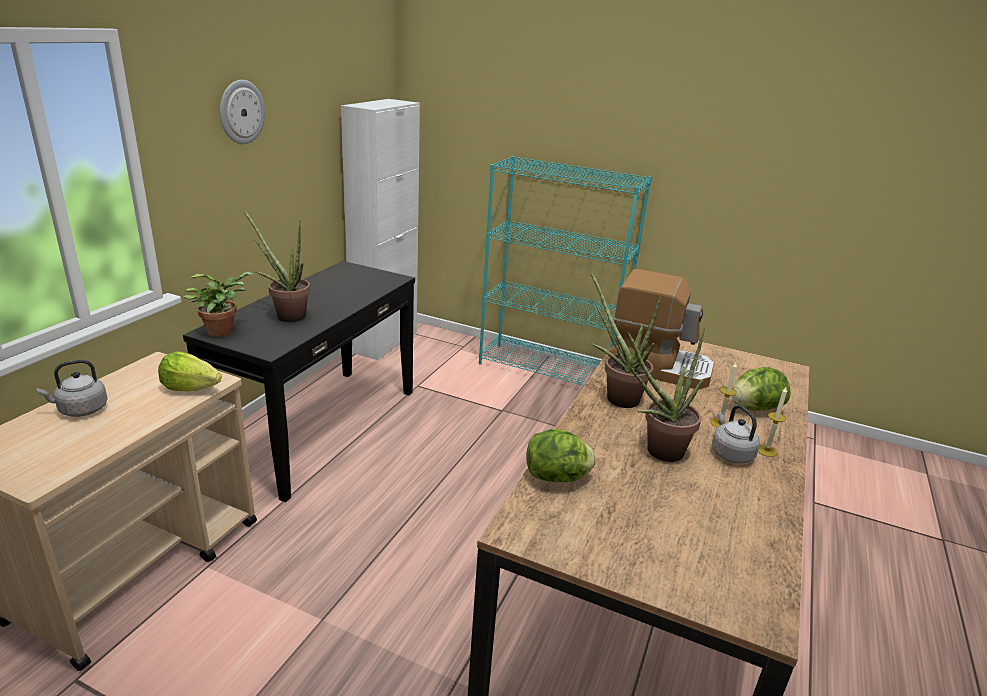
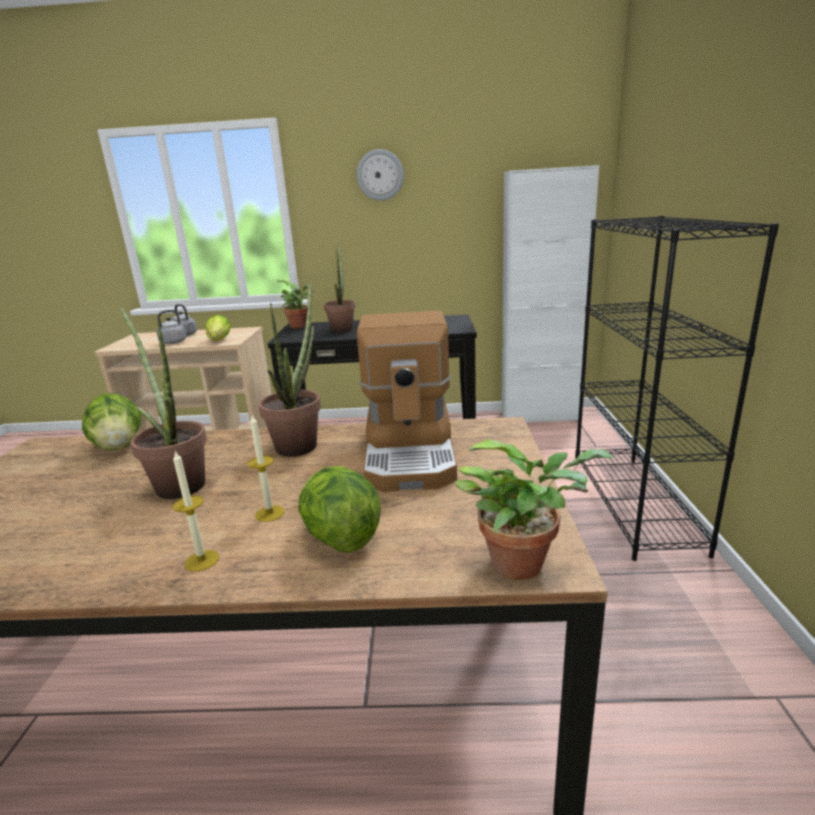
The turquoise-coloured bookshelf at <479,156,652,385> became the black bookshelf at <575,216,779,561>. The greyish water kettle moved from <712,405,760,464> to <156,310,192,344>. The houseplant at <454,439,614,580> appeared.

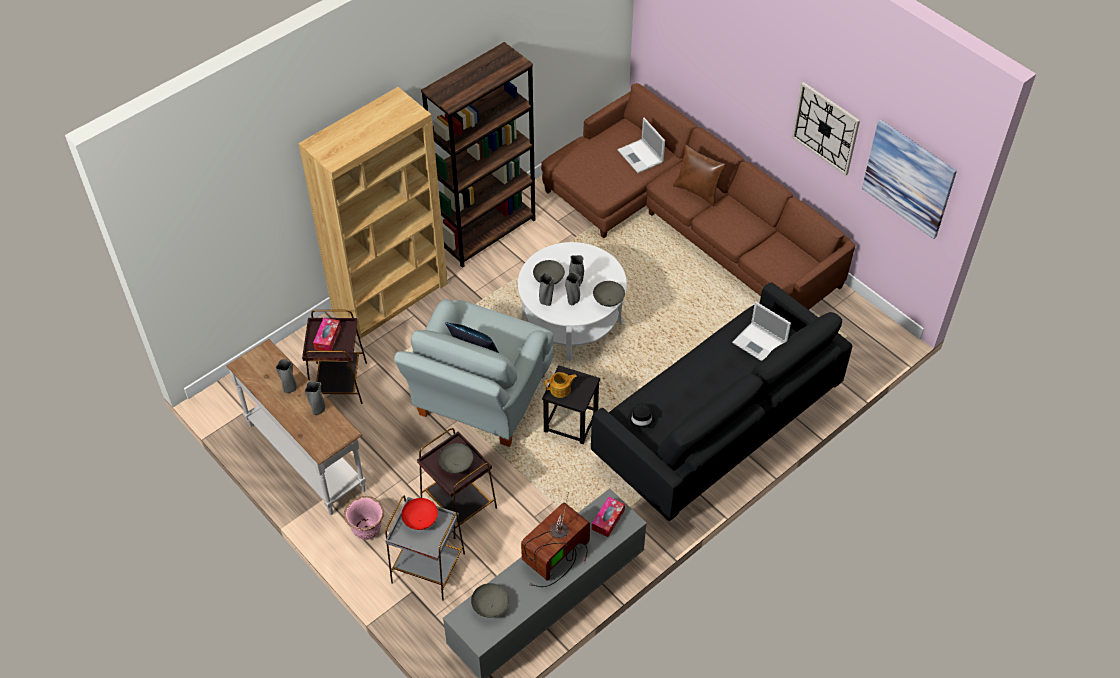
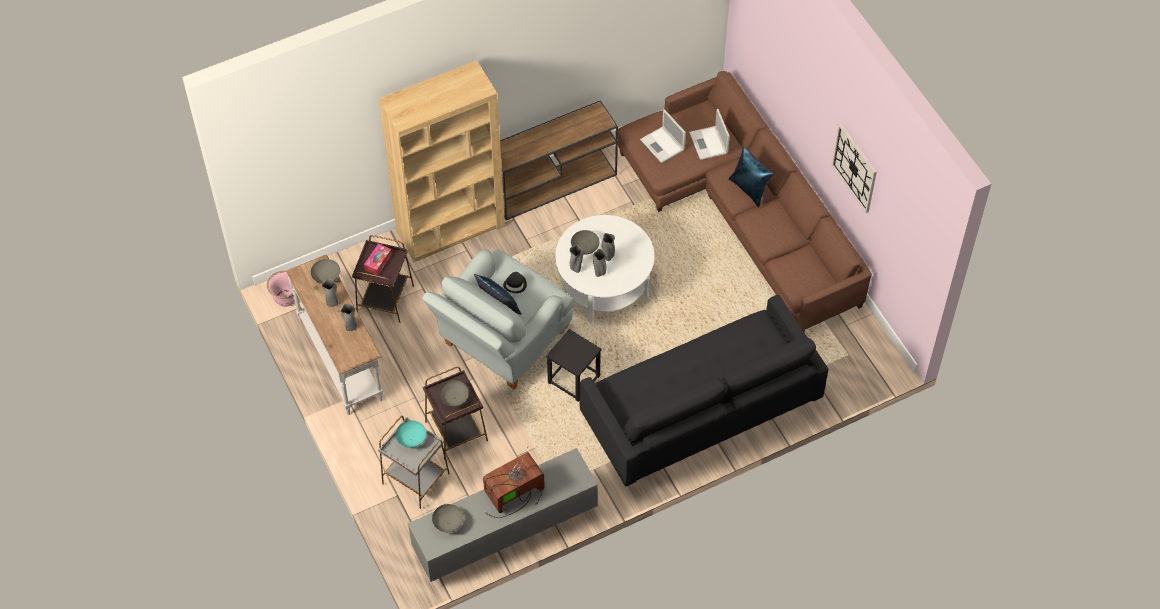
The brown bookshelf at <421,42,535,268> was replaced by the brown hall table at <500,100,618,220>. The wall art at <862,120,957,239> disappeared. The brown throw pillow at <673,145,726,207> became the bluish throw pillow at <729,146,773,208>. The greyish bowl moved from <593,281,625,307> to <311,259,340,284>. The notebook computer moved from <732,302,791,361> to <640,109,686,163>. The pot for tea at <545,372,577,398> disappeared. The black clothing hat moved from <628,403,655,428> to <503,272,527,293>. The pinkish flower pot moved from <344,496,384,540> to <267,271,295,307>. The tissue holder at <592,497,625,537> disappeared. The reddish bowl at <401,498,438,530> became the turquoise-coloured bowl at <396,420,426,448>.

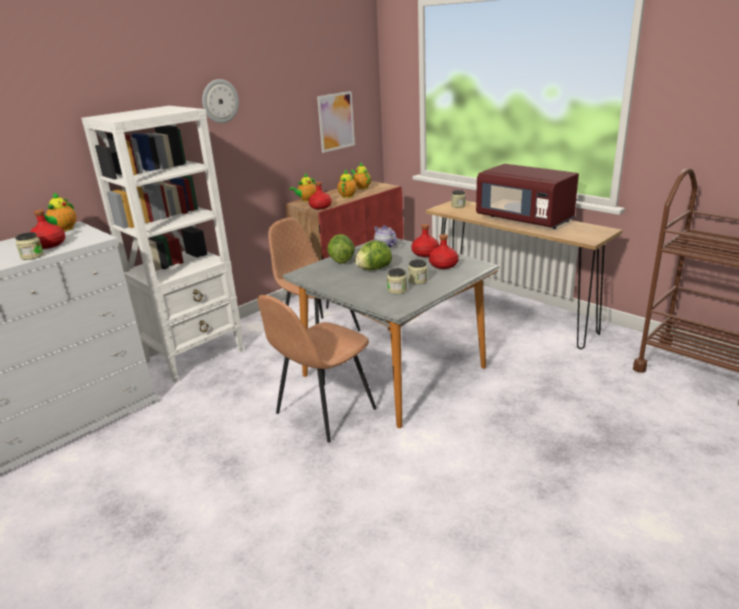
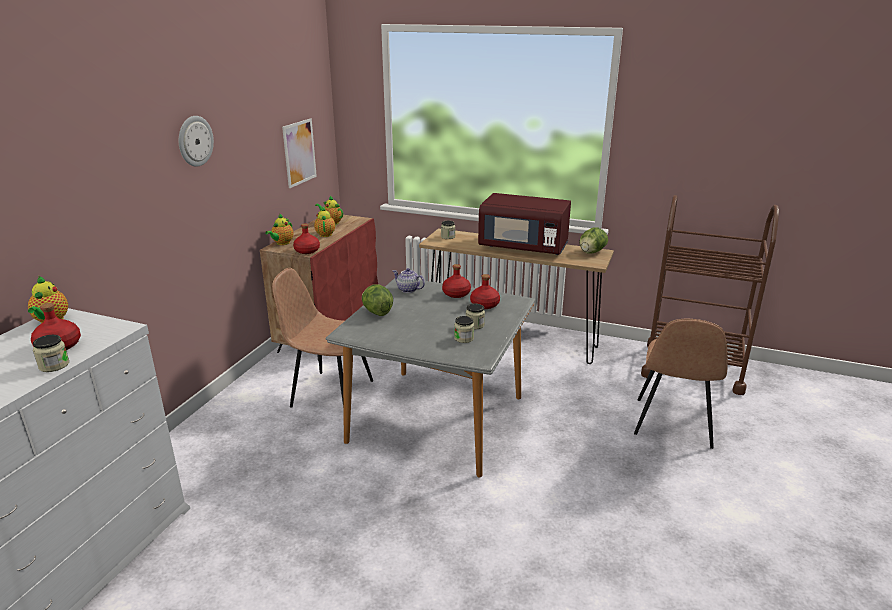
The white bookshelf at <81,106,244,383> disappeared. The lettuce head moved from <355,240,392,270> to <579,227,608,254>. The brown upright chair moved from <257,295,376,443> to <634,319,728,449>.

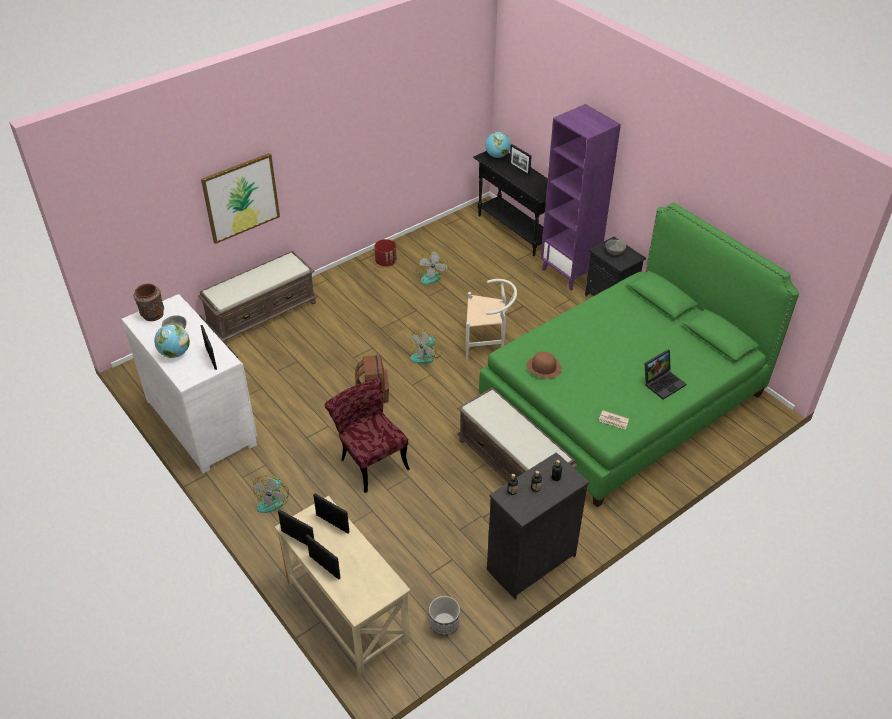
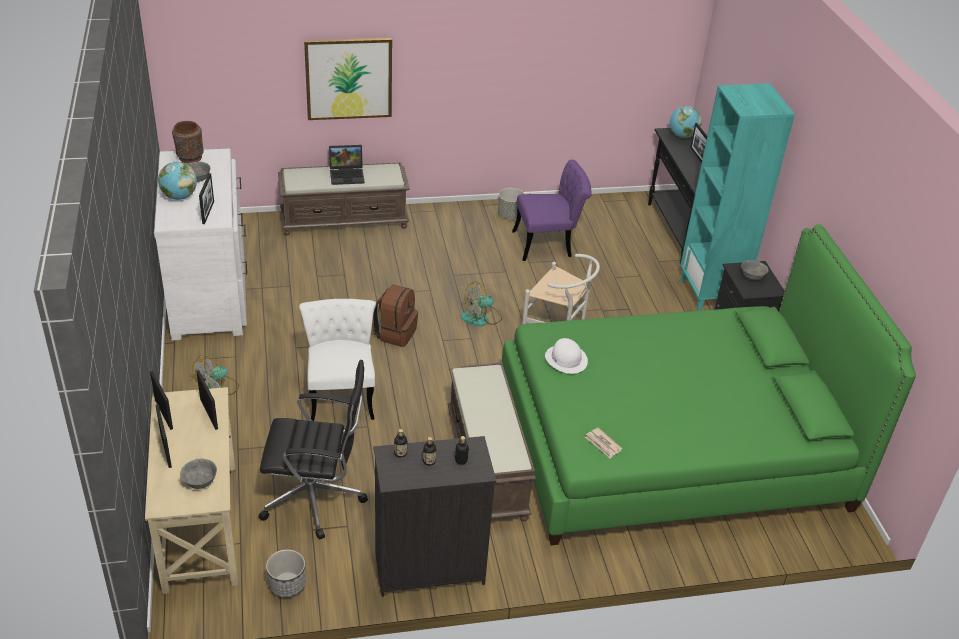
The purplish bookshelf at <541,104,621,291> became the turquoise-coloured bookshelf at <680,83,795,311>. The reddish flower pot at <374,239,397,266> became the greyish flower pot at <498,188,524,219>. The fan at <416,250,448,284> was replaced by the purplish upright chair at <512,160,592,261>. The notebook computer moved from <644,350,686,400> to <329,145,365,185>. The brown clothing hat at <526,352,562,379> became the white clothing hat at <545,338,588,374>. The reddish upright chair at <325,379,410,493> became the white upright chair at <299,299,376,421>. The black desk chair at <259,360,368,539> appeared. The greyish bowl at <180,458,217,489> appeared.

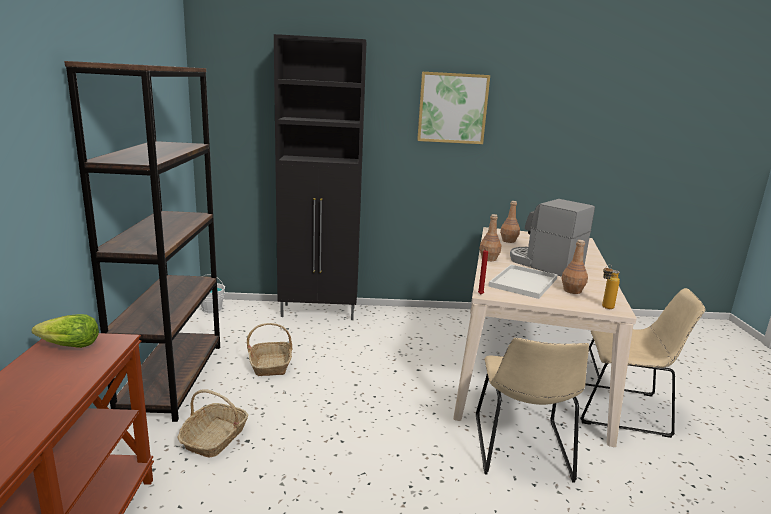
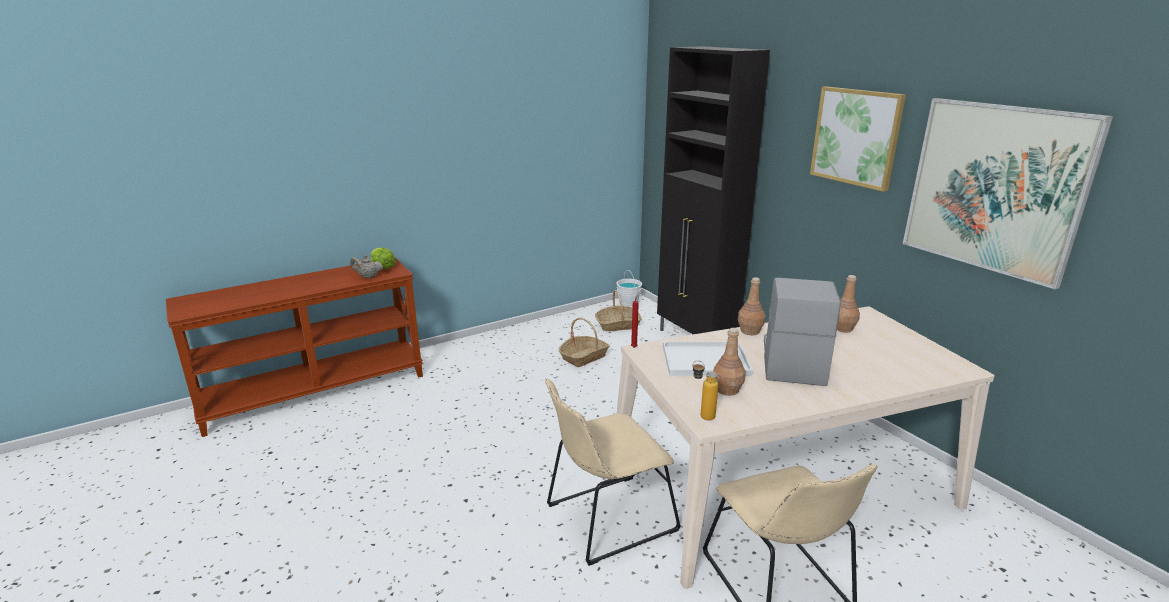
The brown bookshelf at <64,61,220,422> disappeared. The basket moved from <178,389,248,457> to <595,290,642,331>. The wall art at <903,98,1113,289> appeared. The beige pot for tea at <350,255,383,278> appeared.

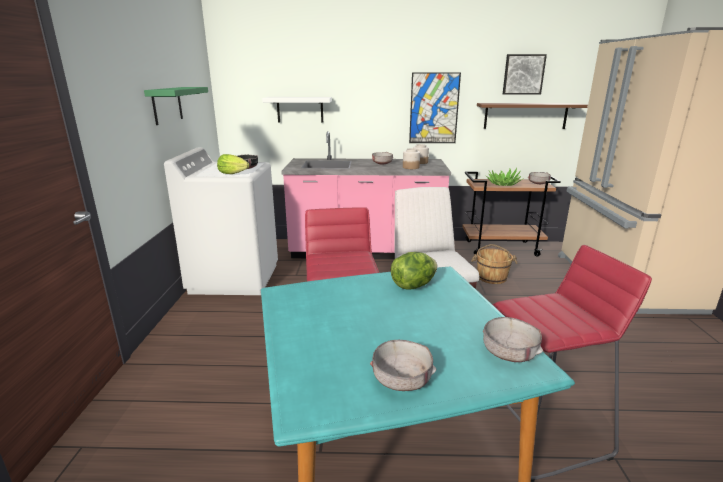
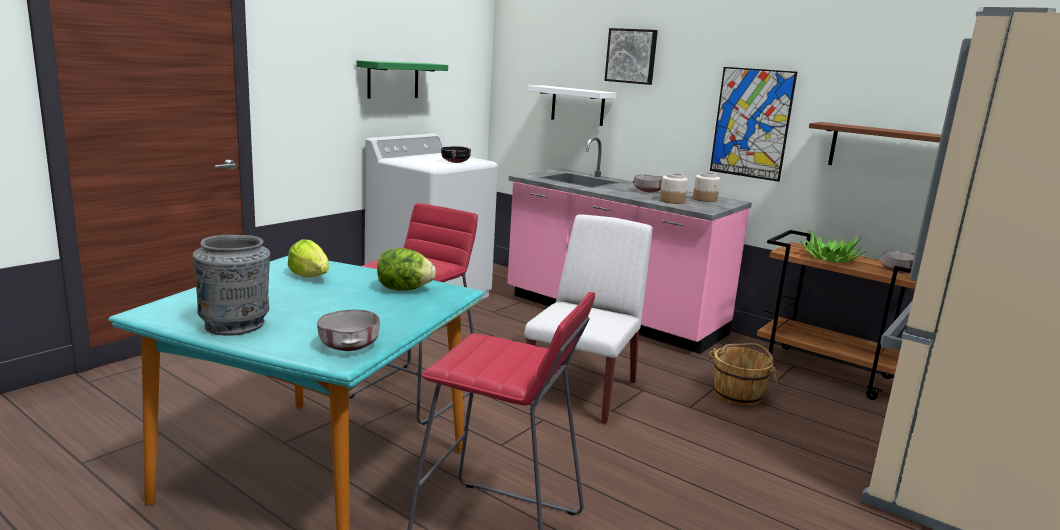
The wall art moved from <503,54,547,95> to <604,28,658,85>. The lettuce head moved from <217,154,249,174> to <288,239,329,277>. The greyish bowl at <370,340,436,391> was replaced by the greyish flower vase at <193,235,271,335>.

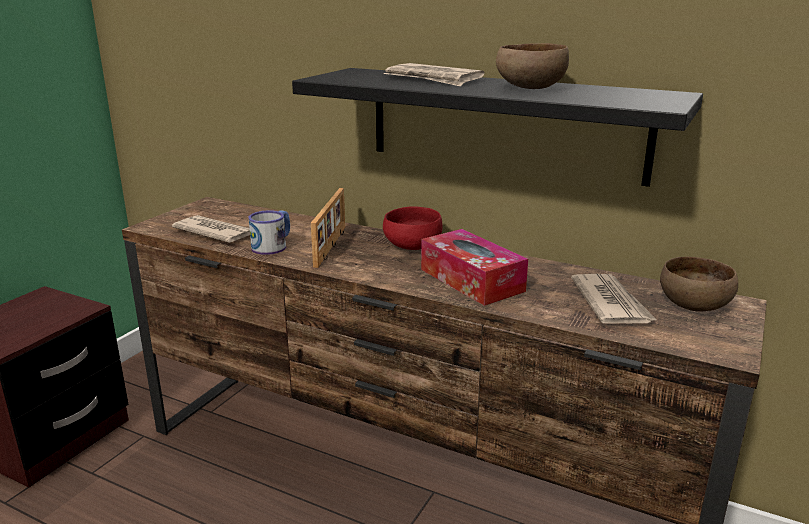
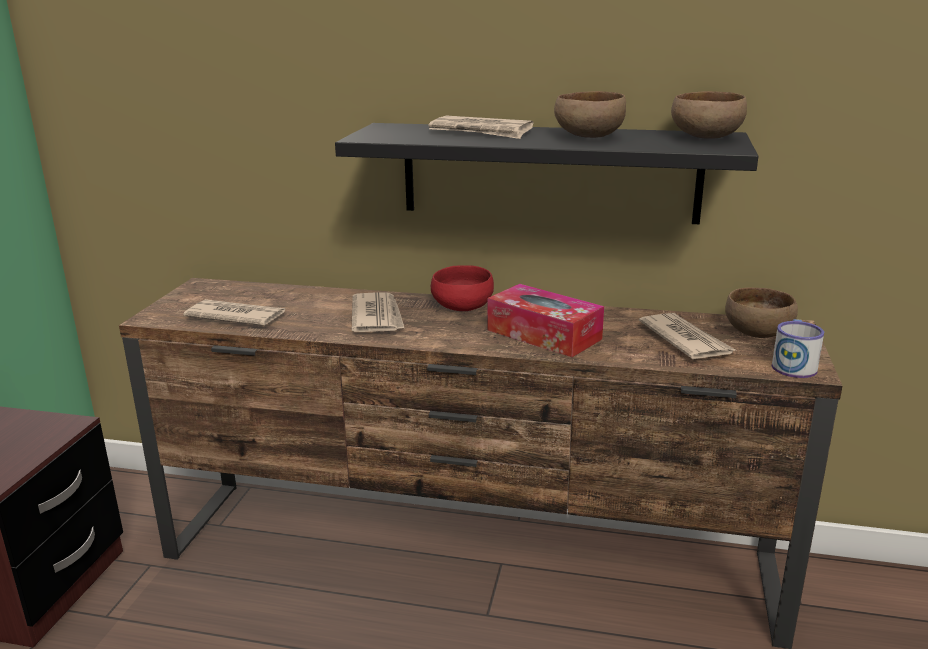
The standing frame at <311,188,345,268> was replaced by the newspaper at <352,292,404,332>. The tea mug moved from <249,210,290,255> to <772,319,824,378>. The brown bowl at <671,91,747,139> appeared.

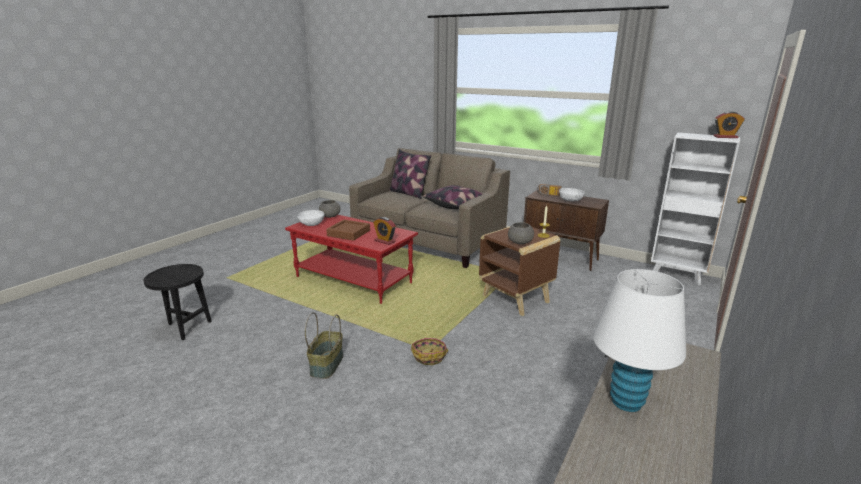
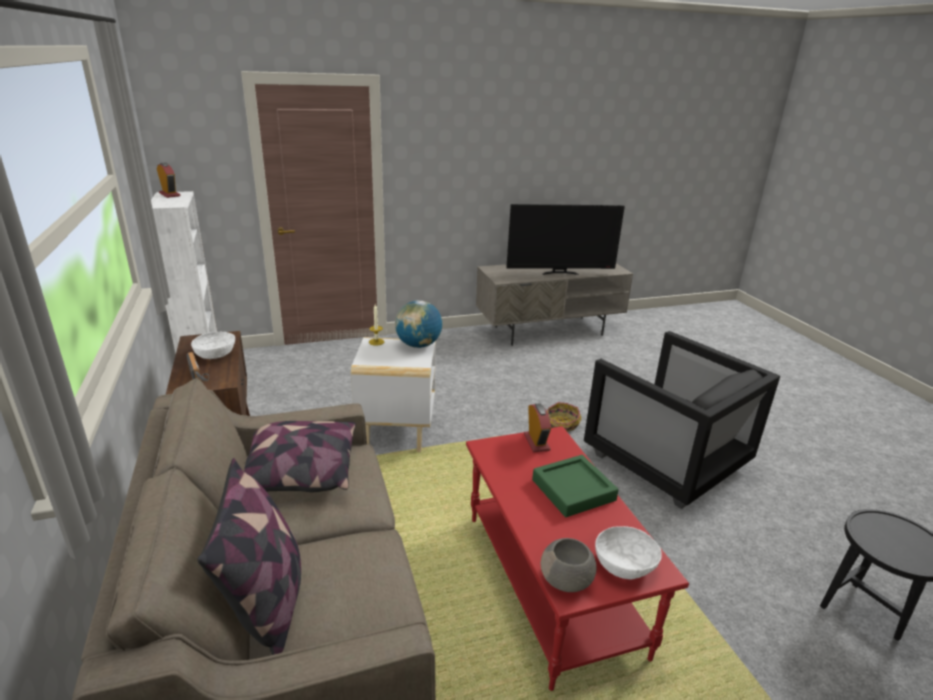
The brown serving tray at <326,220,370,241> became the greenish serving tray at <532,455,619,517>. The greyish bowl at <508,222,534,244> was replaced by the world globe at <395,300,442,348>. The brown side table at <479,227,560,316> became the white side table at <351,337,436,452>. The white lamp for a table at <593,269,686,412> was replaced by the TV set at <506,204,625,275>. The basket at <305,312,343,379> was replaced by the black easy chair at <584,331,780,509>.

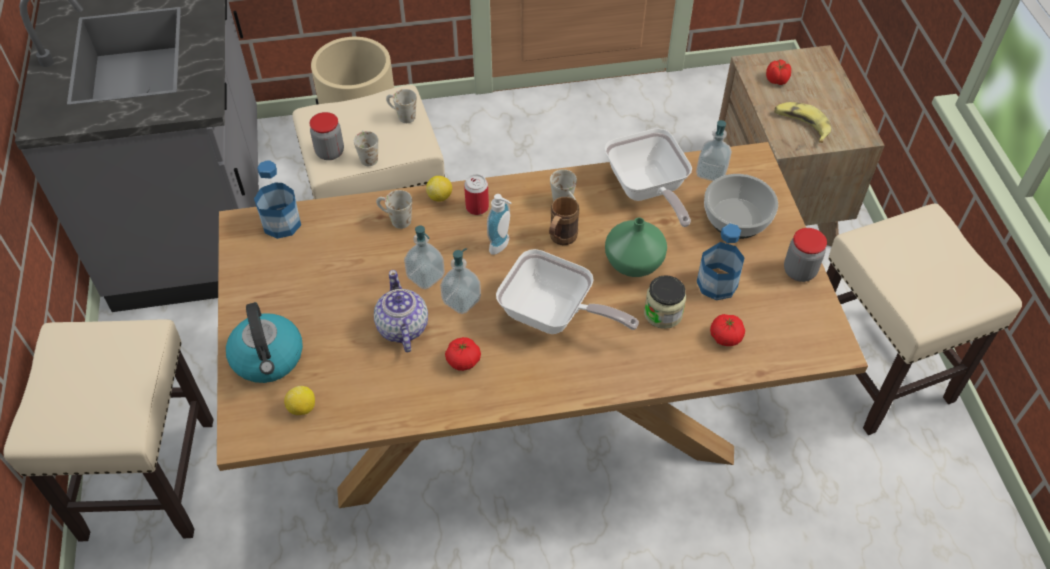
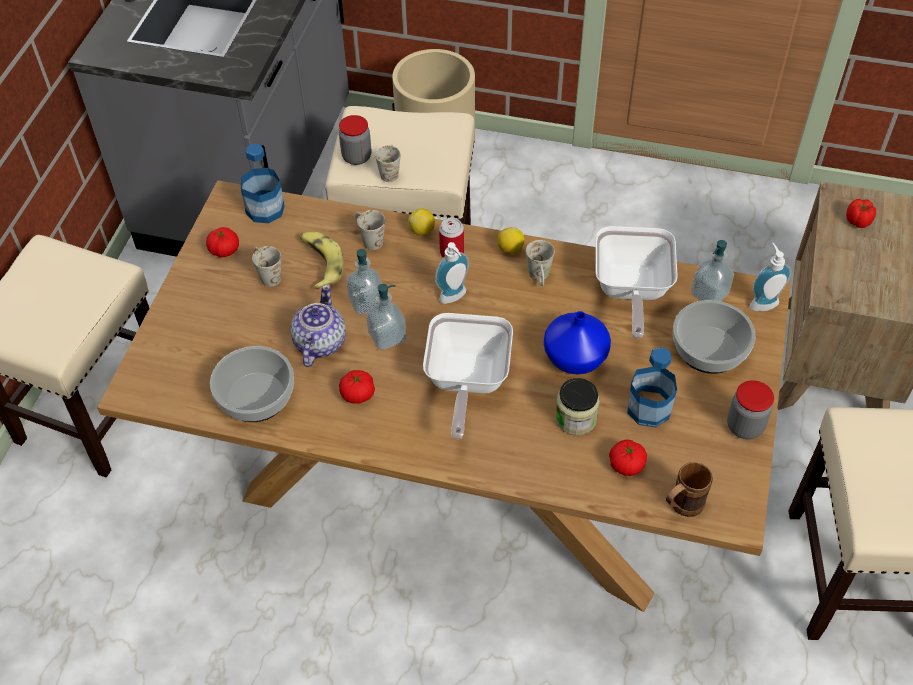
The white tea mug moved from <386,89,417,123> to <252,246,281,287>. The whole banana moved from <774,102,831,143> to <300,232,344,290>. The brown tea mug moved from <549,197,579,245> to <666,462,713,517>. The greenish flower vase at <605,217,667,277> became the bluish flower vase at <544,311,611,374>. The pan at <496,249,639,334> turned 45 degrees clockwise. The water kettle at <226,302,303,383> disappeared. The lemon moved from <284,386,315,415> to <497,227,524,254>. The fresh tomato at <206,227,239,258> appeared. The liquid soap bottle at <750,243,792,311> appeared. The bowl at <210,346,294,422> appeared.

